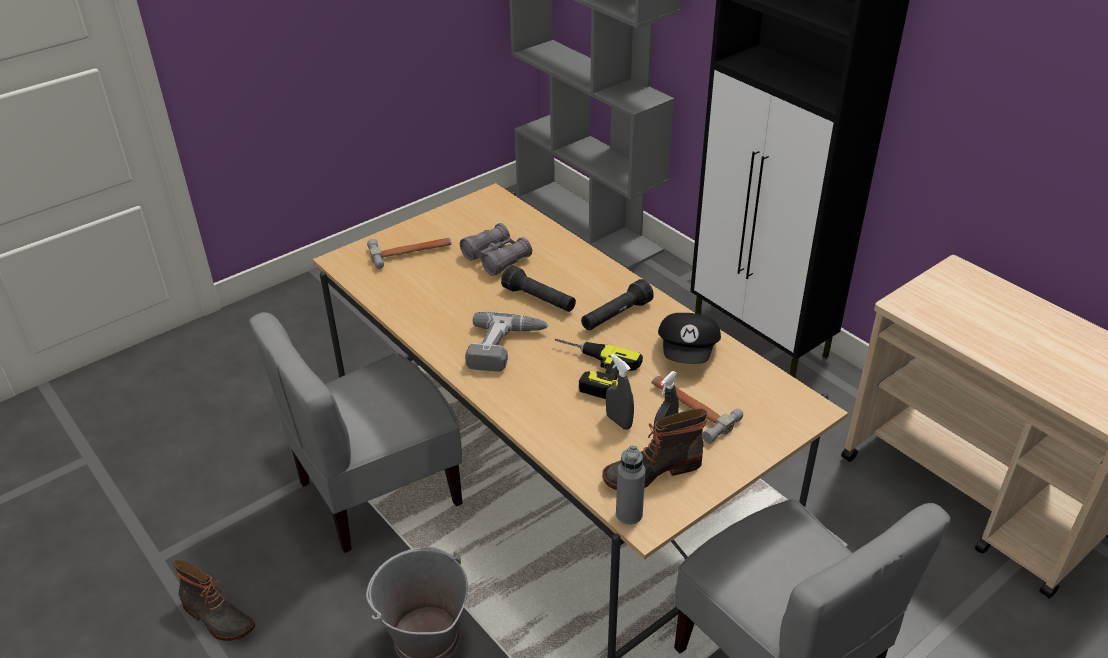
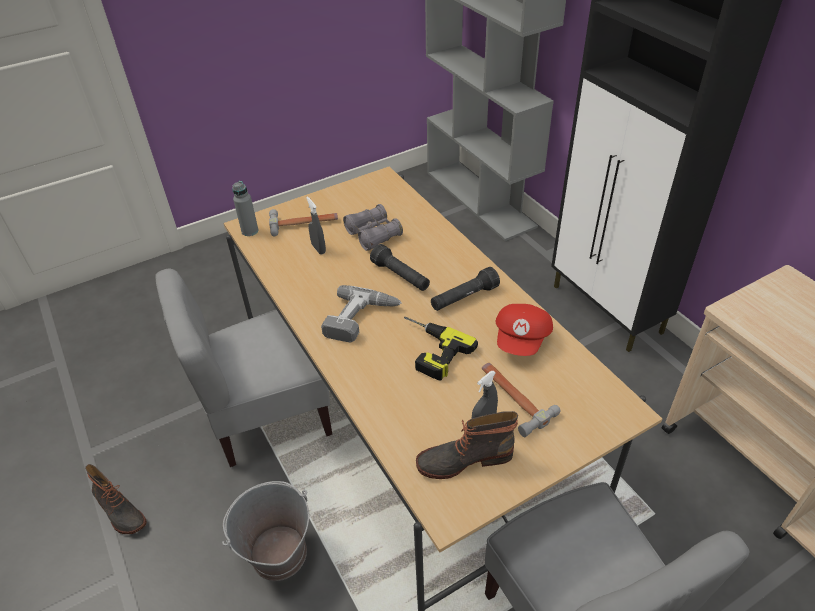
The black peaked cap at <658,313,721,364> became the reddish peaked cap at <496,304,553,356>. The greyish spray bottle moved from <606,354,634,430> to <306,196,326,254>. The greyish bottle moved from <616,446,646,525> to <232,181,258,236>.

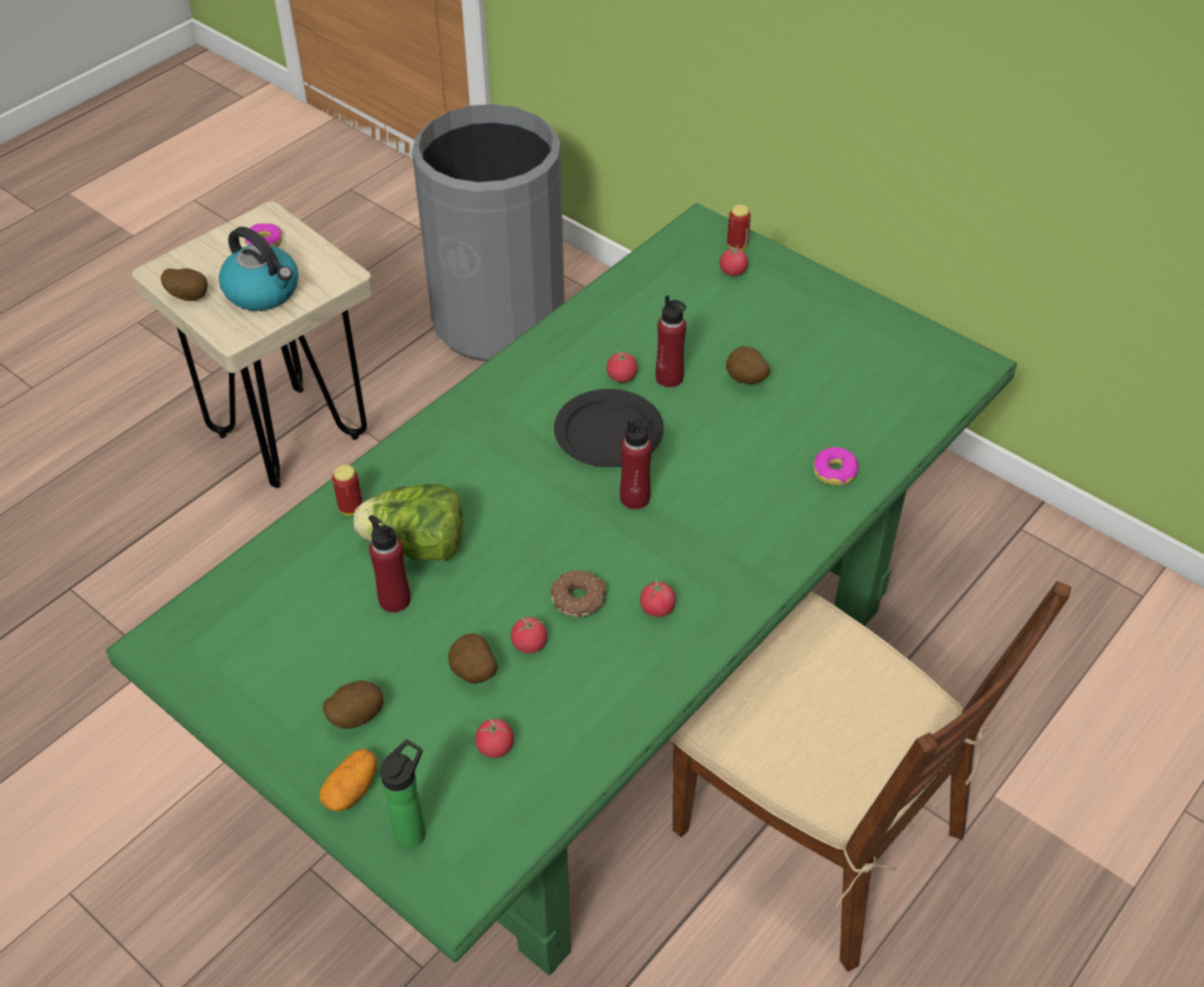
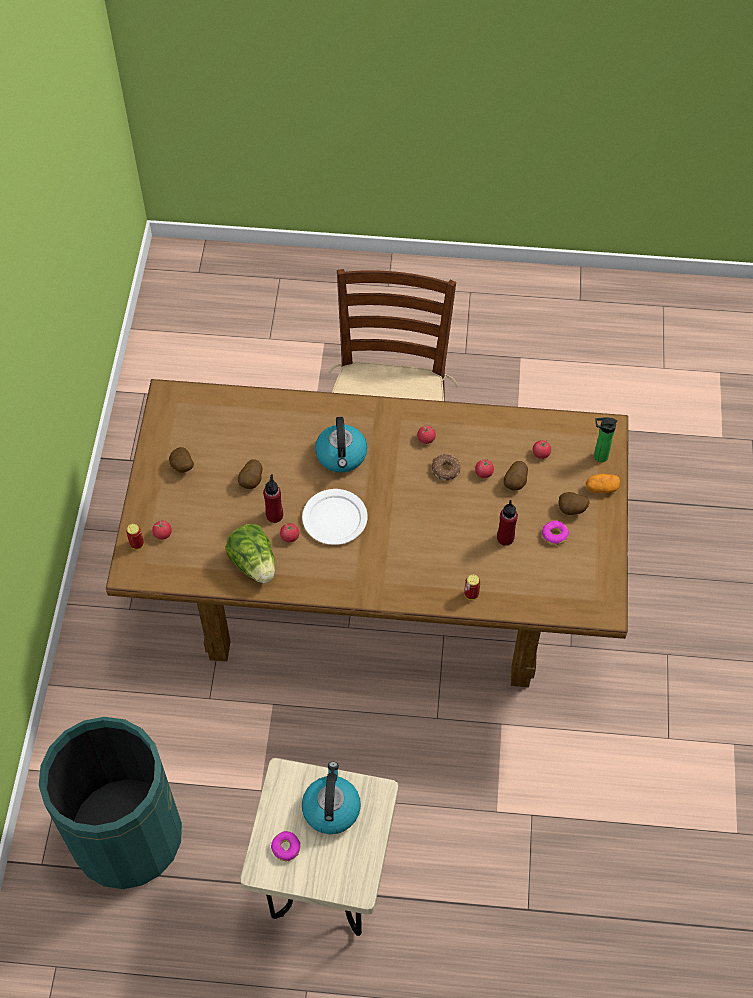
The greyish trash can at <412,104,565,362> became the greenish trash can at <39,717,182,889>. The greenish kitchen table at <106,203,1017,975> became the brown kitchen table at <106,379,628,687>. The potato moved from <161,268,208,301> to <169,447,194,473>. The black dinner plate at <554,389,664,467> became the white dinner plate at <302,489,368,545>. The reddish bottle at <620,418,654,509> disappeared. The doughnut moved from <814,447,859,485> to <542,521,569,545>. The lettuce head moved from <354,484,463,561> to <225,524,275,583>. The water kettle at <315,417,367,473> appeared.

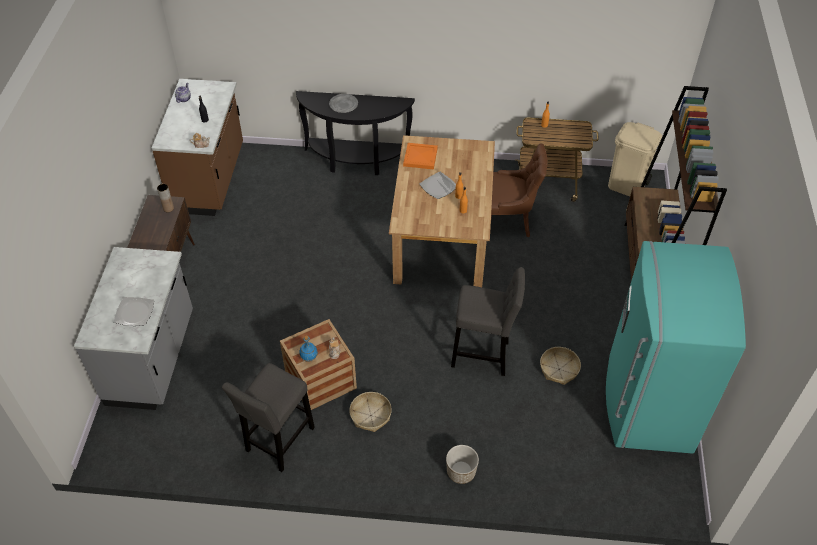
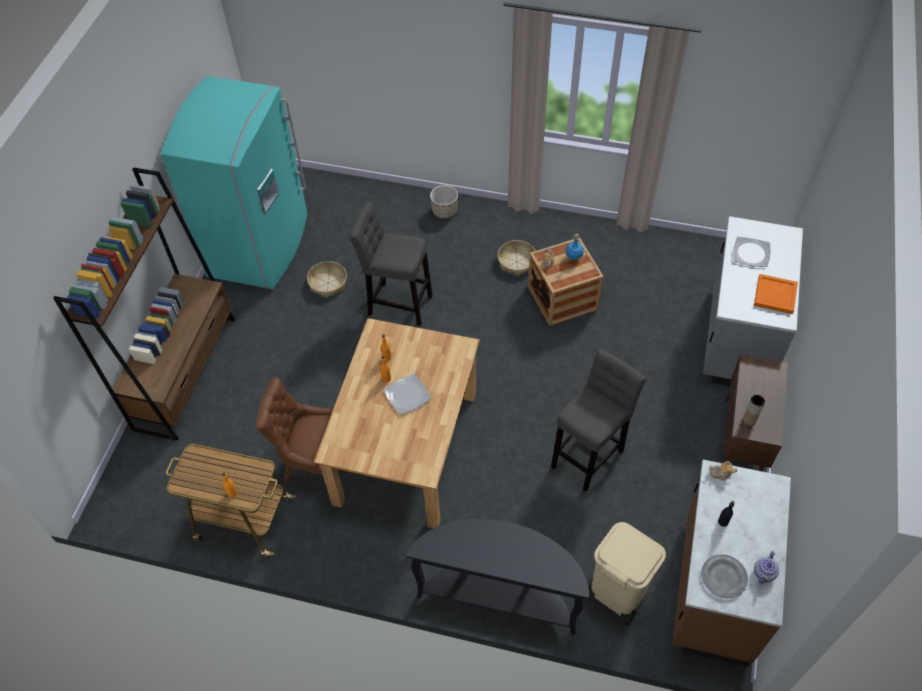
The greyish dinner plate moved from <329,94,358,113> to <701,554,748,598>. The beige trash can moved from <608,122,662,197> to <588,522,666,626>. The orange-coloured serving tray moved from <403,143,438,170> to <754,274,798,314>. The greyish stool seat moved from <222,363,315,472> to <551,349,646,492>.

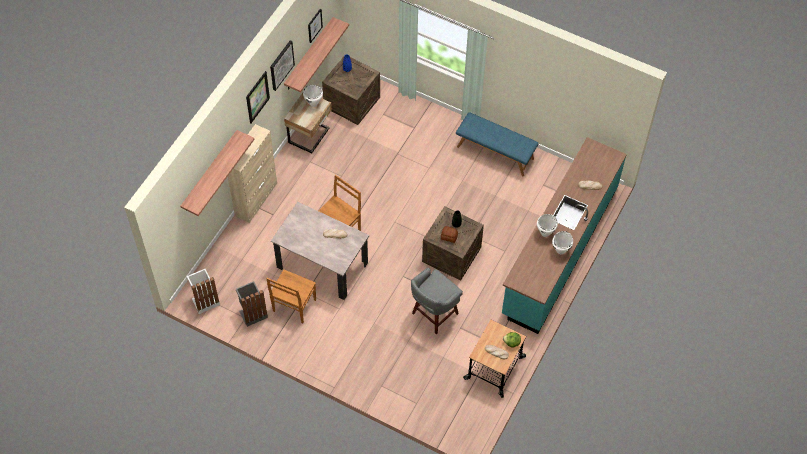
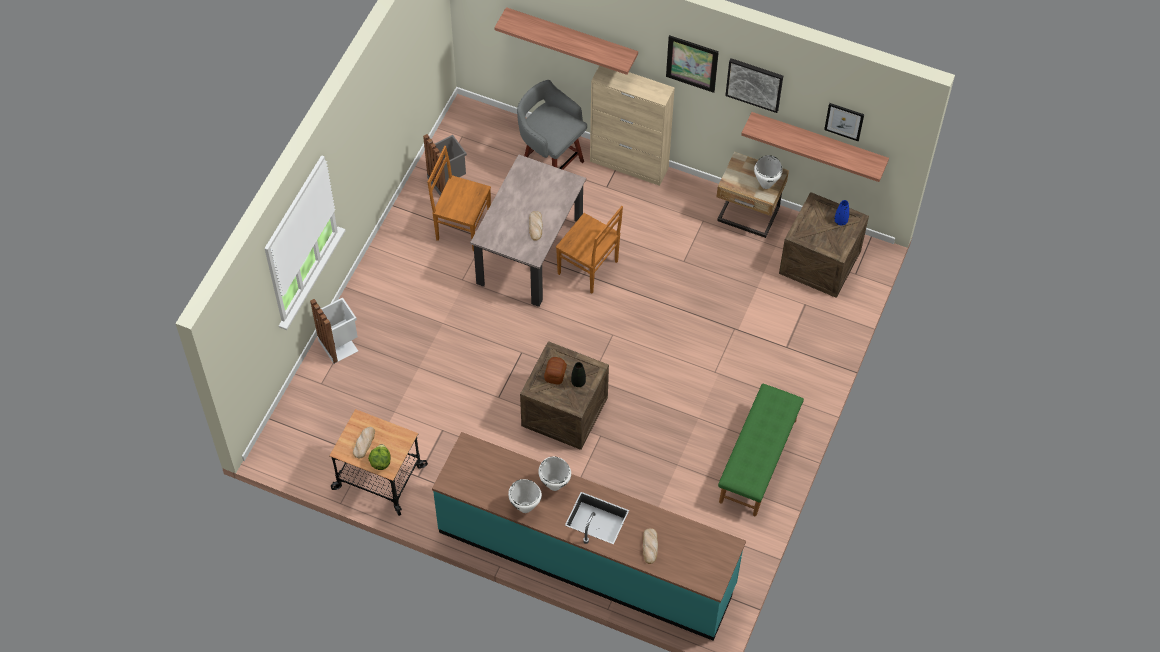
The bluish long seat at <456,112,539,176> became the greenish long seat at <718,384,804,516>. The greyish stool seat moved from <411,268,463,334> to <517,80,587,170>. The white trash can moved from <187,269,220,314> to <310,297,358,364>.

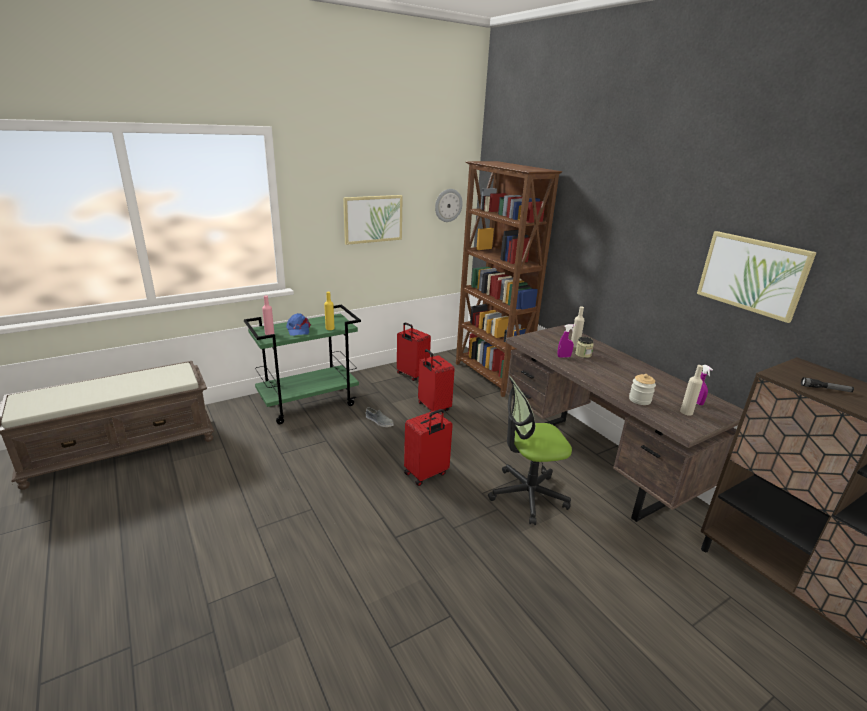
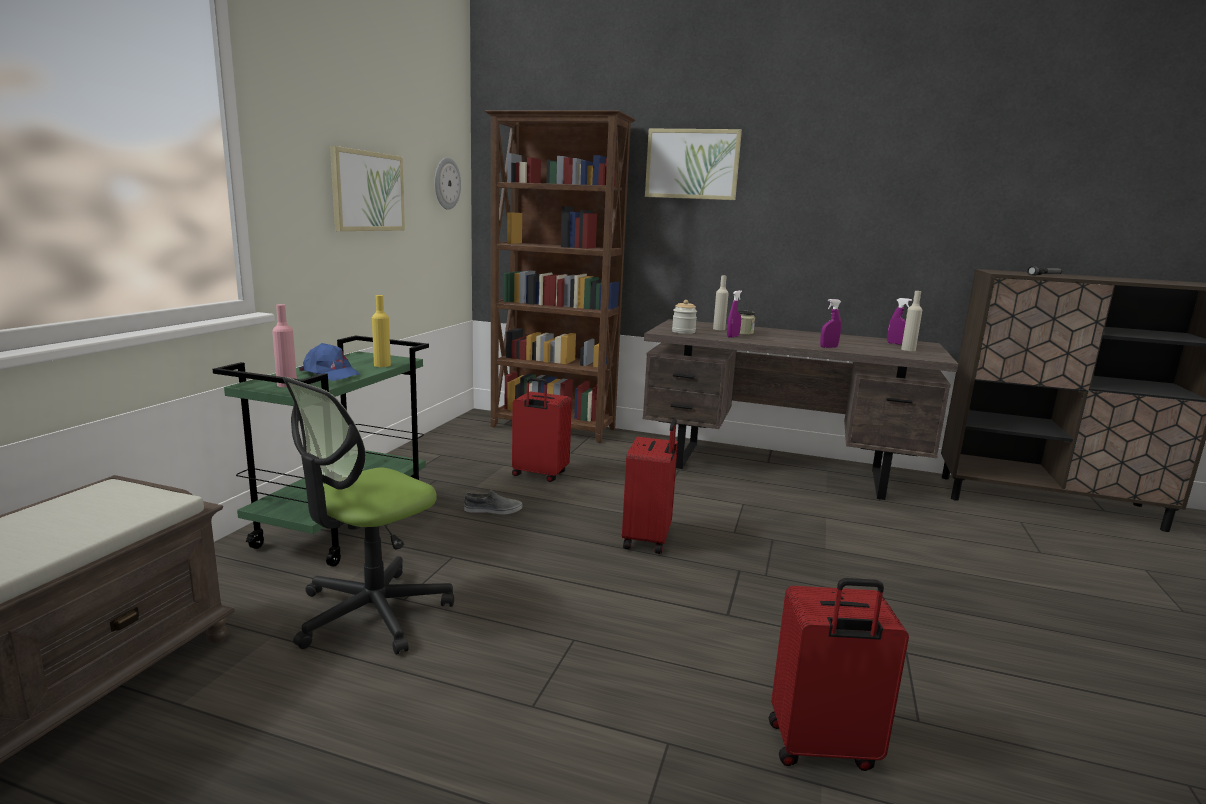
The wall art moved from <697,231,817,323> to <645,129,742,200>. The reddish piece of luggage moved from <397,322,431,381> to <769,578,909,771>. The preserve jar moved from <629,374,656,405> to <672,300,697,334>. The desk chair moved from <488,376,572,525> to <282,377,454,655>. The purplish spray bottle at <820,299,841,348> appeared.

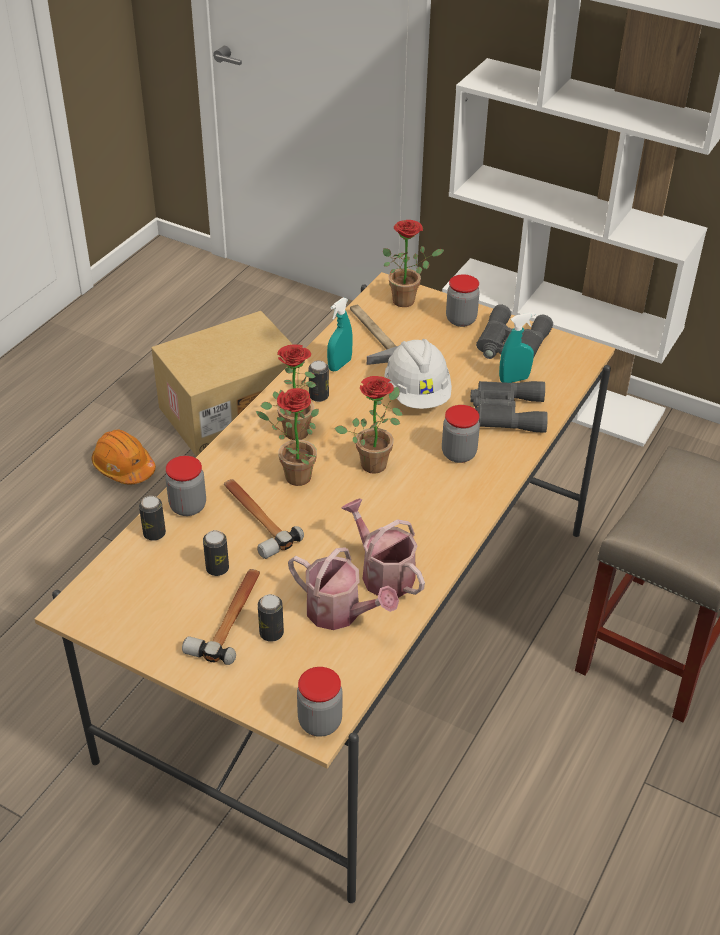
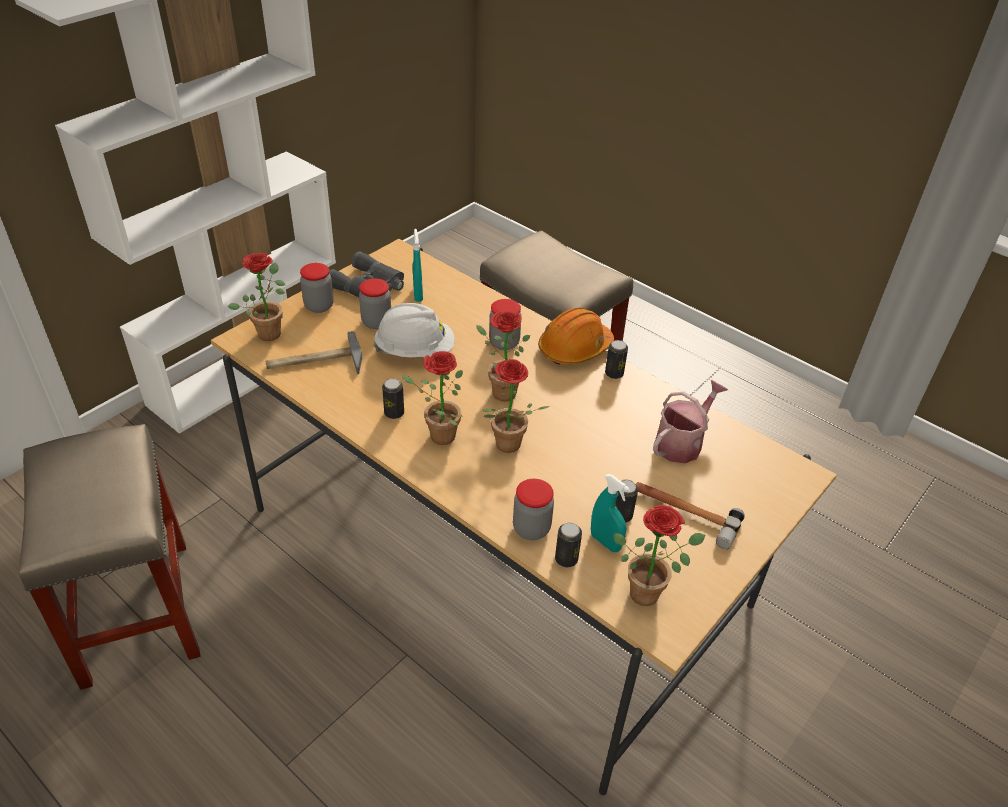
The turquoise-coloured spray bottle moved from <327,298,353,371> to <591,474,630,552>. The packing box at <151,311,293,457> was replaced by the beige stool seat at <19,424,201,690>. The greyish pair of binoculars at <470,381,548,433> disappeared. The orange-coloured hard hat moved from <92,430,156,484> to <538,308,614,365>. The tool hammer at <224,479,304,559> disappeared. The watering pot at <341,498,425,598> disappeared. The metal can moved from <258,594,284,642> to <605,340,628,379>. The preserve jar moved from <297,667,342,737> to <359,278,391,329>. The houseplant at <613,505,705,606> appeared.

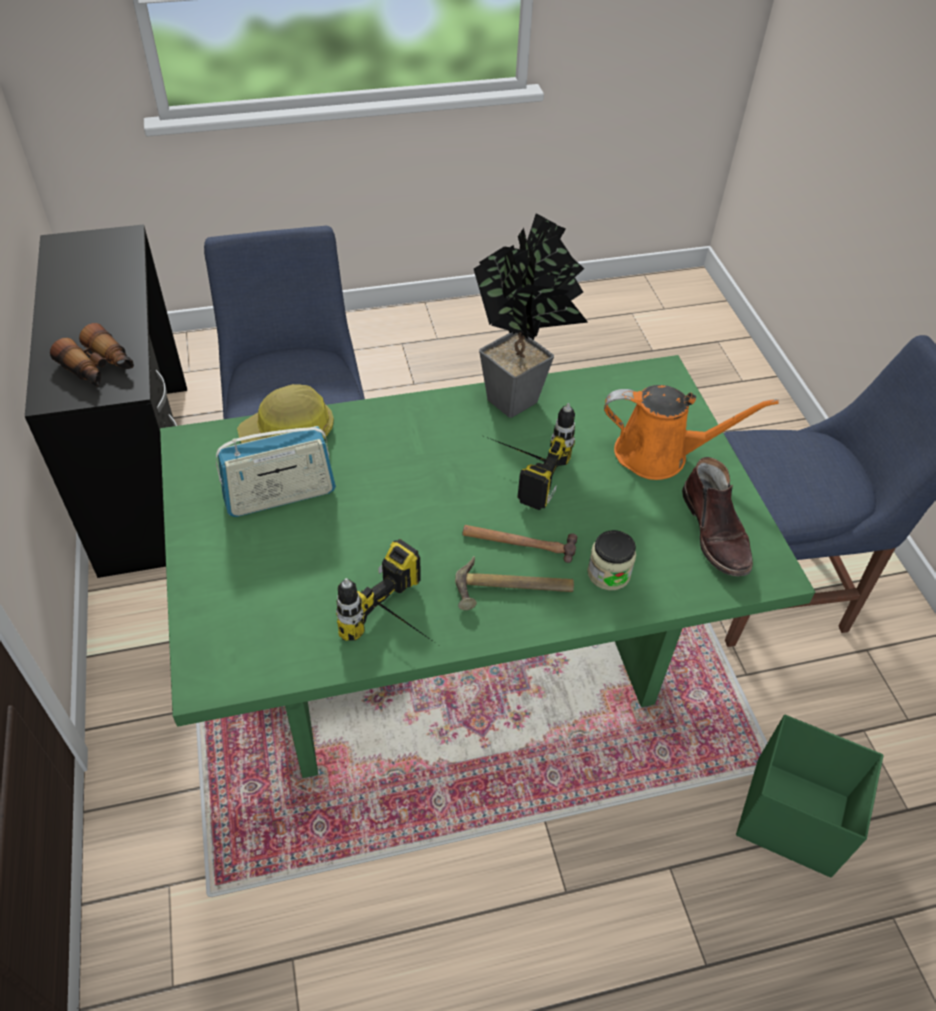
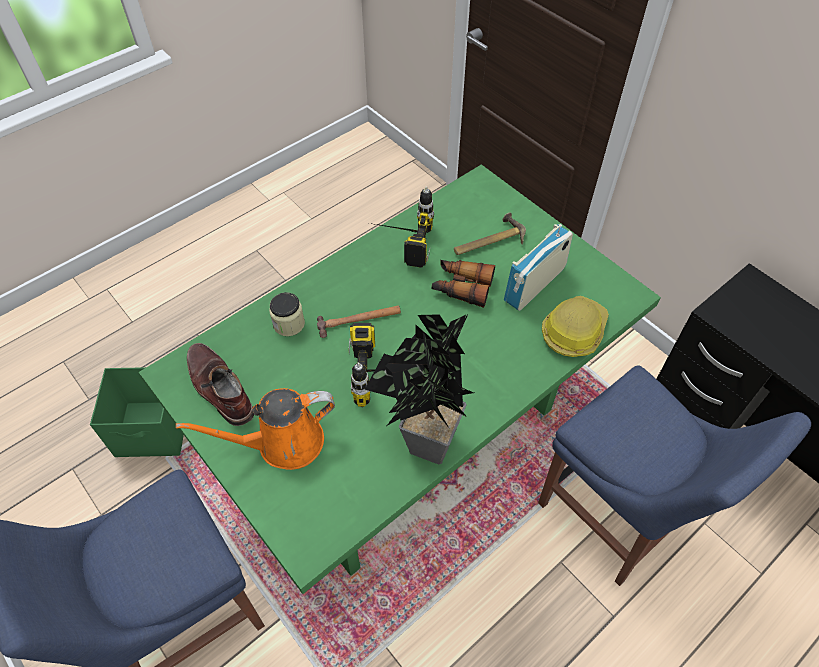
The pair of binoculars moved from <50,323,134,387> to <432,260,495,308>. The tool hammer moved from <455,556,574,610> to <454,212,526,255>.

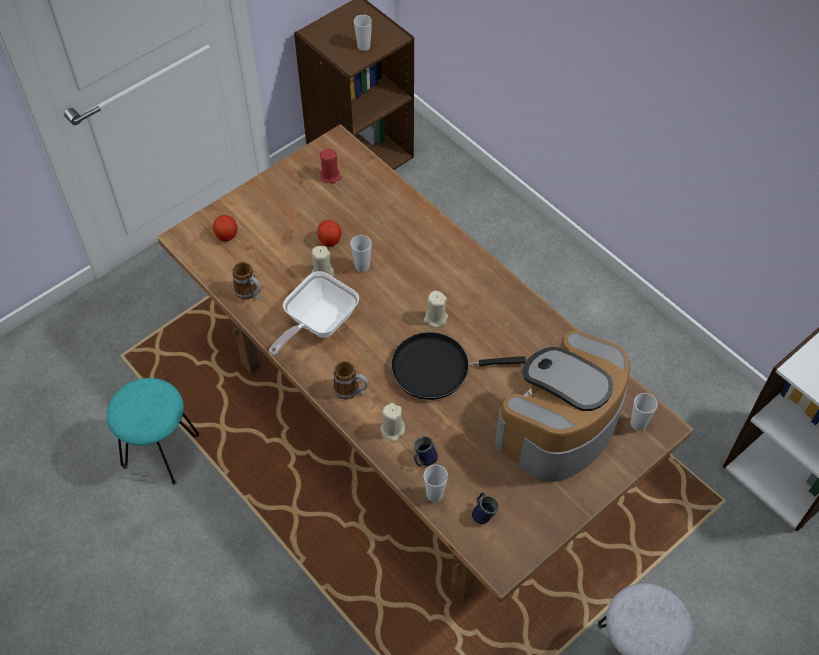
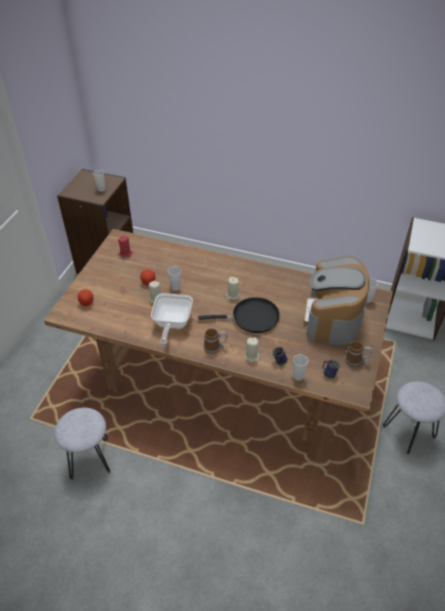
The tea mug moved from <232,262,261,299> to <345,341,372,367>. The black pan at <391,332,526,400> turned 150 degrees counterclockwise. The turquoise-coloured stool seat at <106,378,199,485> became the greyish stool seat at <54,408,111,480>.

